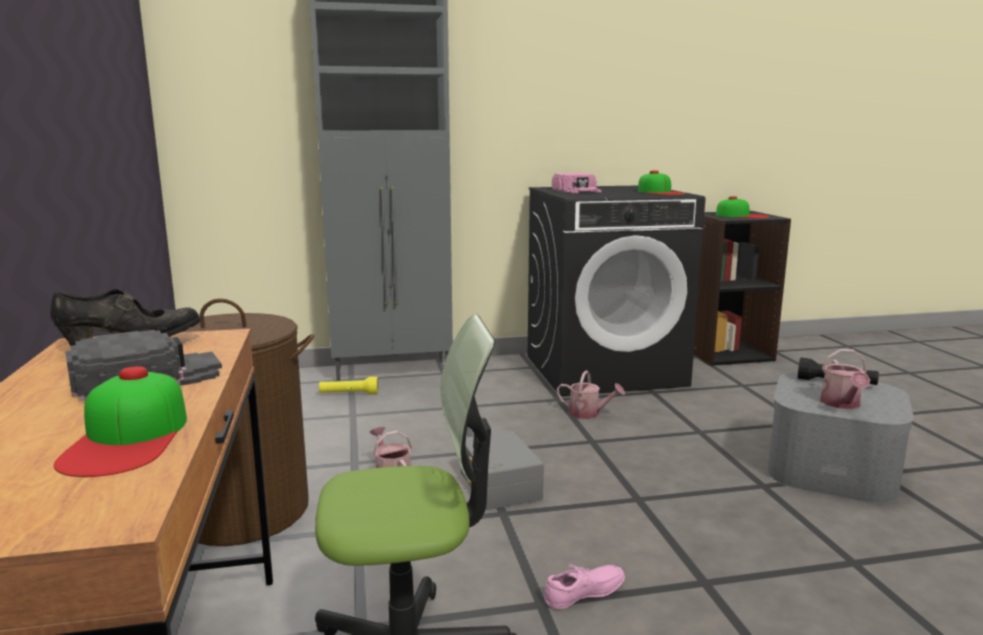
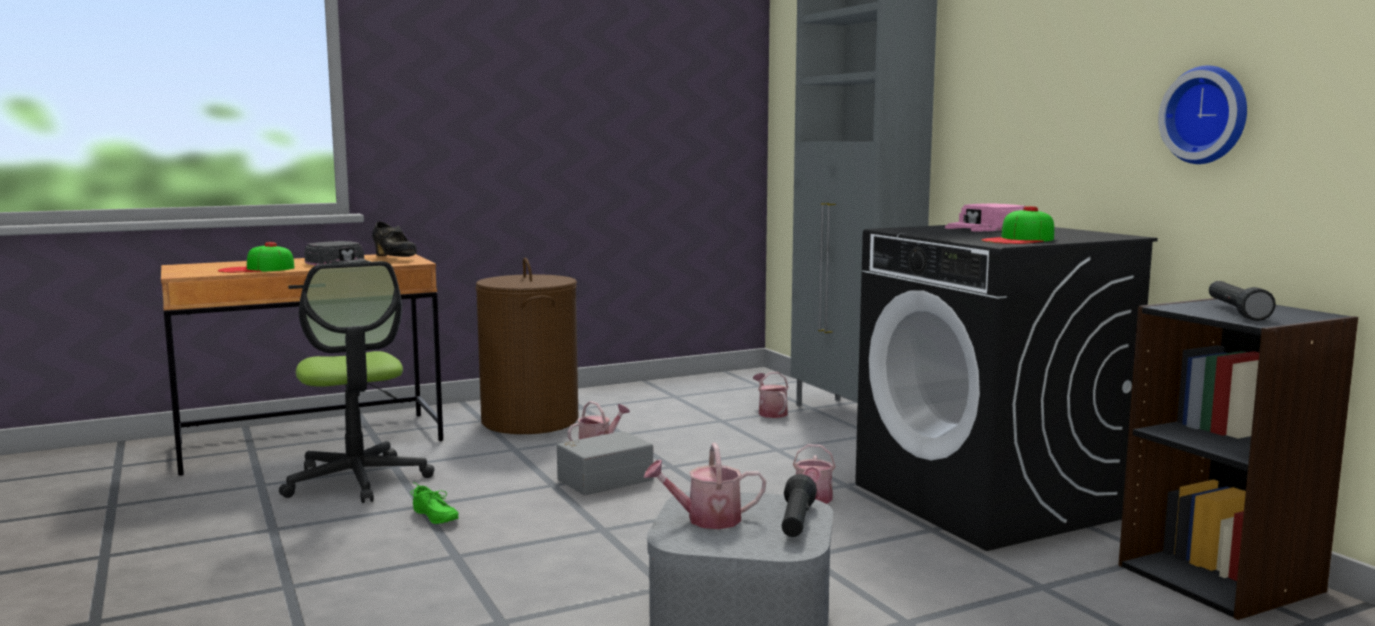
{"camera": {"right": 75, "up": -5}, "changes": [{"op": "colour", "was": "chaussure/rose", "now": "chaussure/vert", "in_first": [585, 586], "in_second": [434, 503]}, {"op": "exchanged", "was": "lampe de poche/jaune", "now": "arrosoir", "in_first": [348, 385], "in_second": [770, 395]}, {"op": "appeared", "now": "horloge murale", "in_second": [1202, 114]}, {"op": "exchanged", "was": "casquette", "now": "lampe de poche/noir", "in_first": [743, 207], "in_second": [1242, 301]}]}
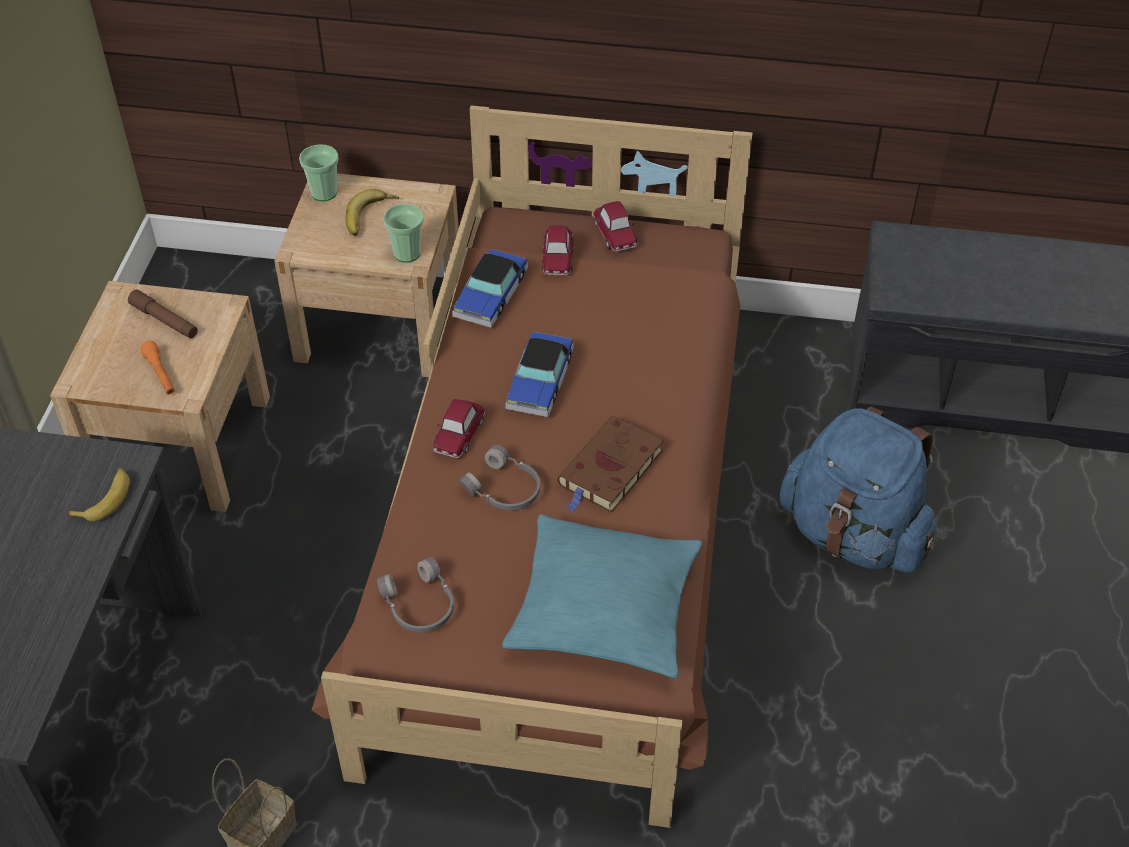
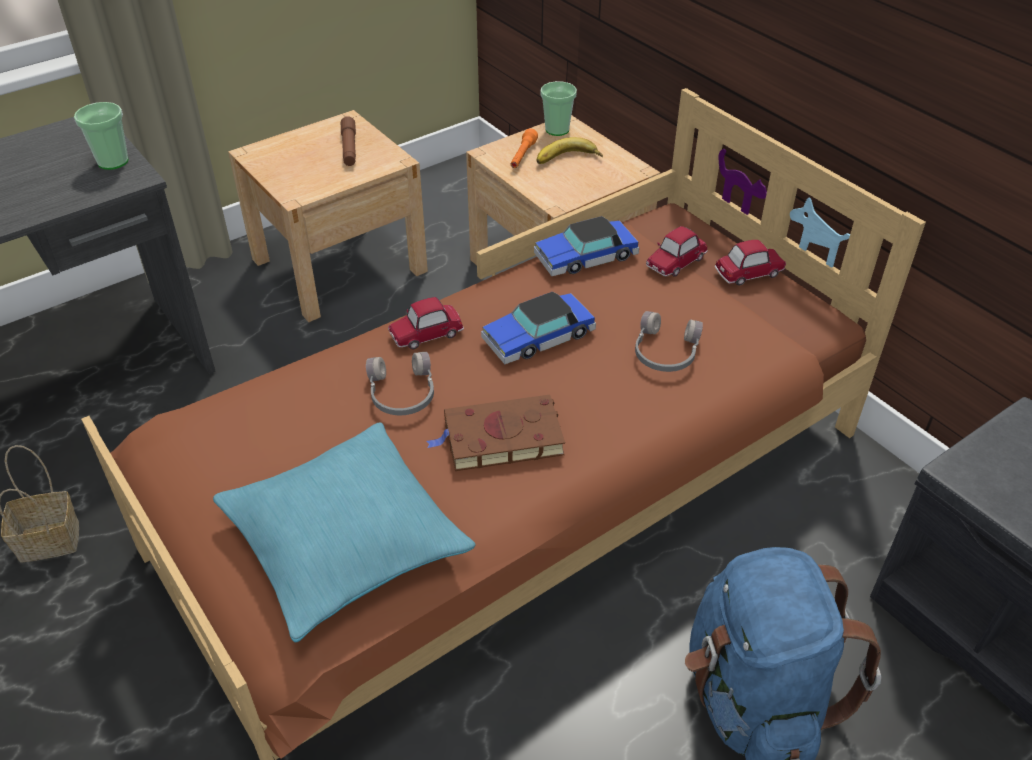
{"camera": {"right": 45, "up": -5}, "changes": [{"op": "relocated", "was": "tasse", "in_first": [403, 233], "in_second": [101, 136]}, {"op": "relocated", "was": "lampe de poche/orange", "in_first": [157, 368], "in_second": [524, 148]}, {"op": "relocated", "was": "casque audio/gris", "in_first": [415, 594], "in_second": [669, 341]}, {"op": "spun", "was": "petite voiture", "in_first": [615, 226], "in_second": [750, 262], "clockwise": -135}, {"op": "missing", "was": "banane", "in_first": [98, 495]}]}
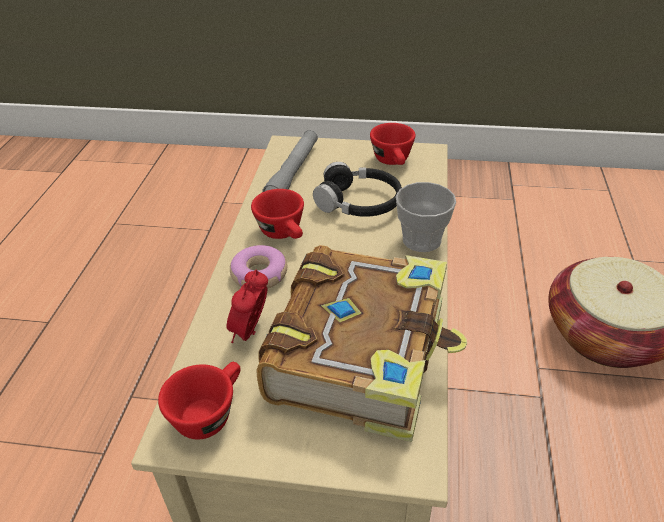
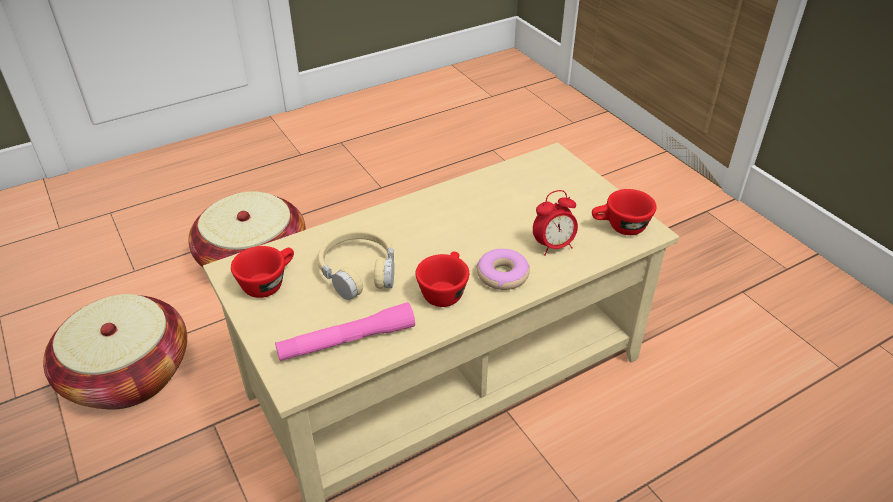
{"camera": {"right": -130, "up": 0}, "changes": [{"op": "appeared", "now": "panier", "in_second": [115, 352]}, {"op": "colour", "was": "lampe de poche/gris", "now": "lampe de poche/rose", "in_first": [290, 161], "in_second": [345, 331]}, {"op": "colour", "was": "casque audio/noir", "now": "casque audio/beige", "in_first": [357, 189], "in_second": [355, 264]}, {"op": "missing", "was": "livre", "in_first": [362, 343]}, {"op": "missing", "was": "tasse", "in_first": [426, 217]}]}
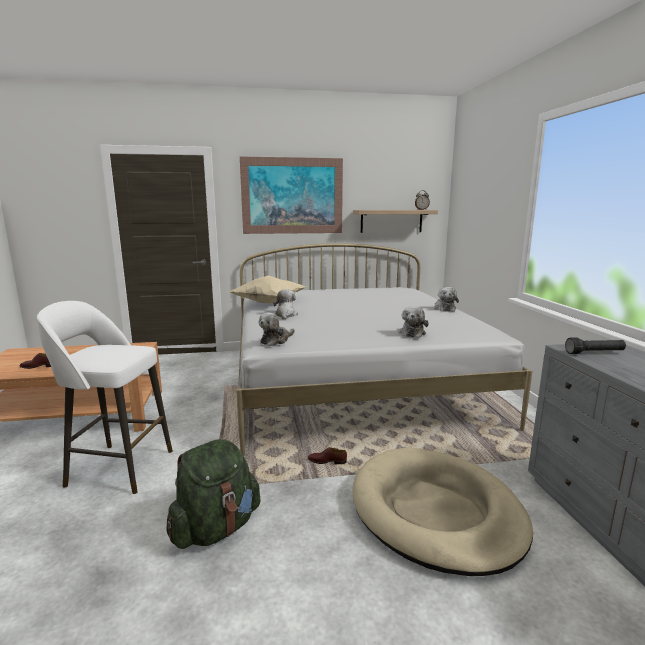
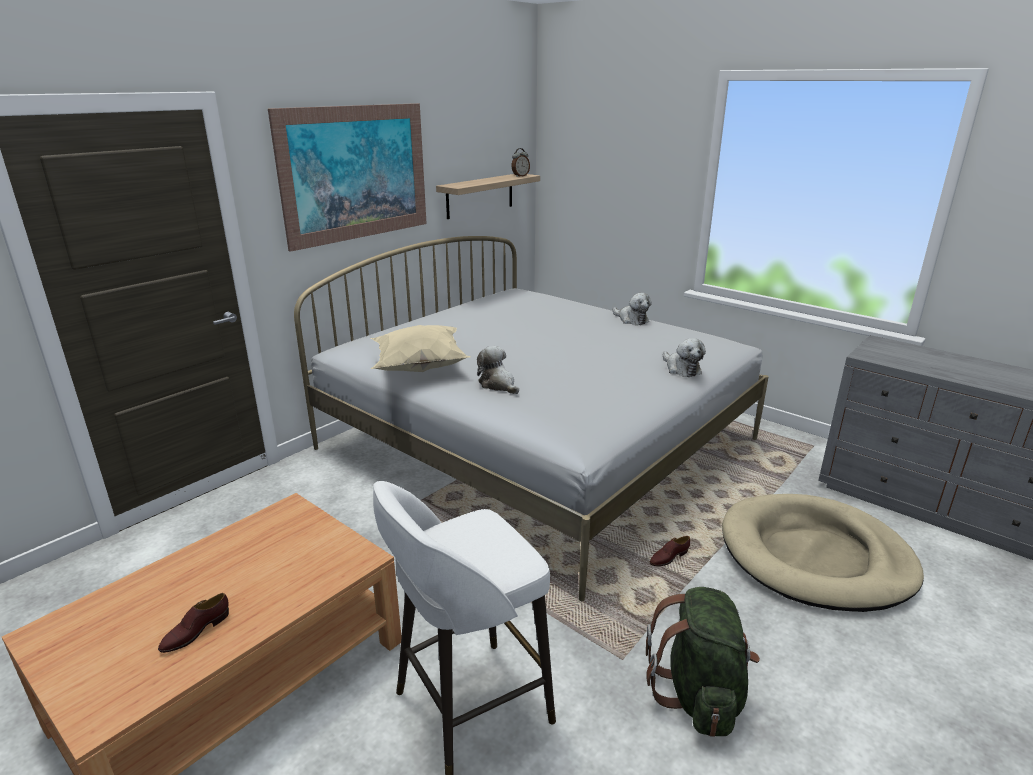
{"camera": {"right": -40, "up": 10}, "changes": [{"op": "missing", "was": "peluche", "in_first": [277, 329]}, {"op": "missing", "was": "lampe de poche/noir", "in_first": [595, 346]}]}
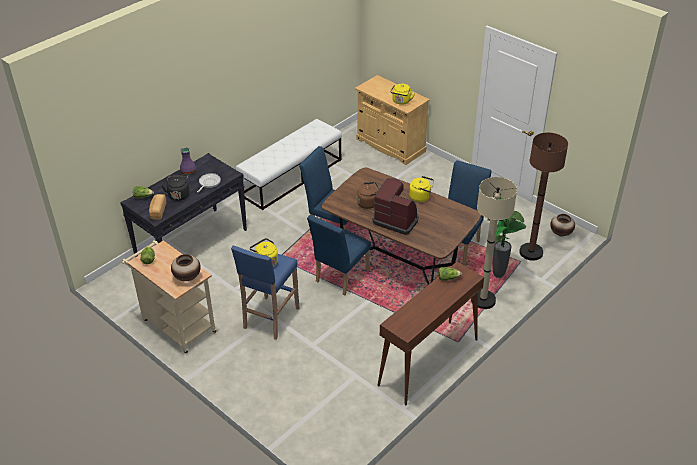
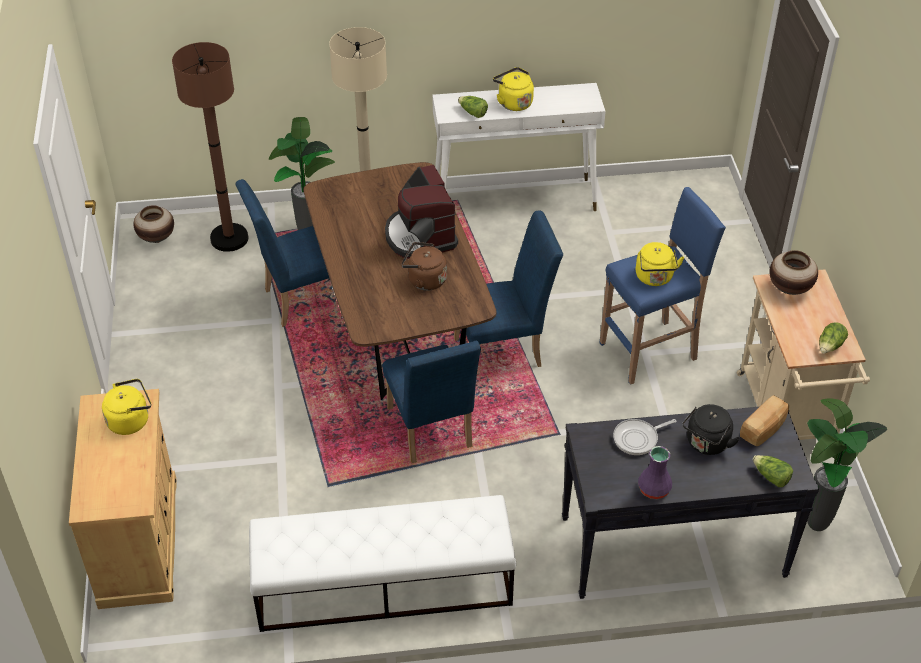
{"camera": {"right": -140, "up": 5}, "changes": [{"op": "colour", "was": "table console/marron", "now": "table console/blanc", "in_first": [430, 334], "in_second": [519, 147]}, {"op": "relocated", "was": "bouilloire/jaune", "in_first": [421, 189], "in_second": [513, 89]}, {"op": "appeared", "now": "plante en pot", "in_second": [847, 464]}]}
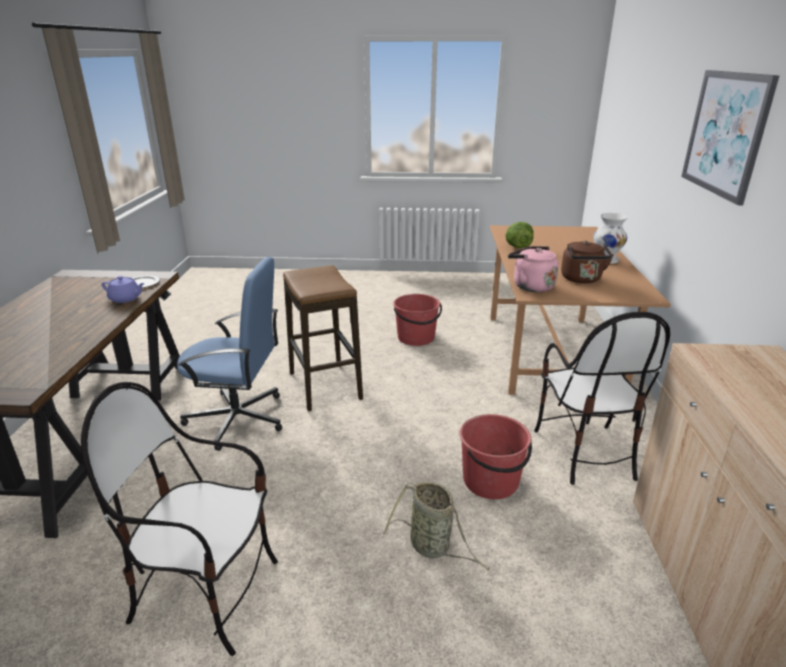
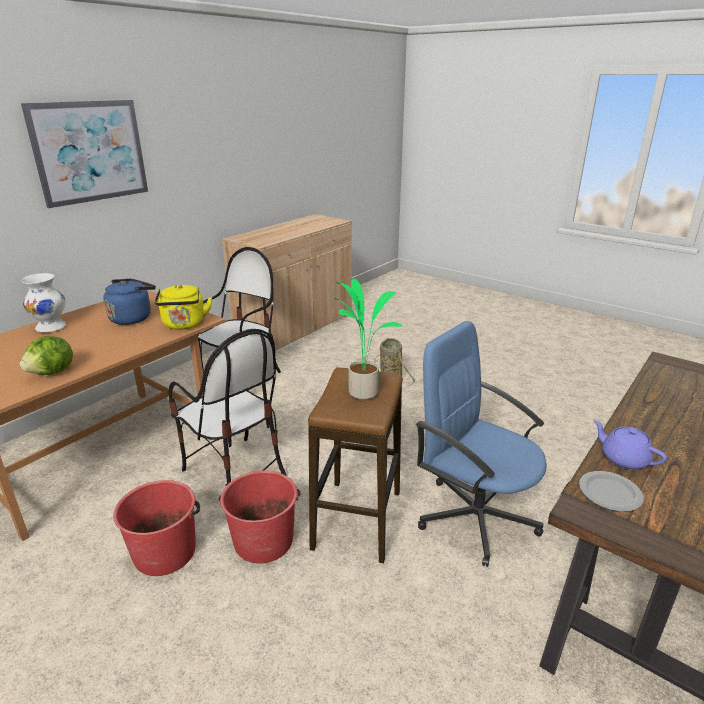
{"camera": {"right": -145, "up": 0}, "changes": [{"op": "colour", "was": "bouilloire/marron", "now": "bouilloire/bleu", "in_first": [587, 262], "in_second": [129, 302]}, {"op": "colour", "was": "bouilloire/rose", "now": "bouilloire/jaune", "in_first": [533, 269], "in_second": [183, 307]}, {"op": "relocated", "was": "chaise", "in_first": [179, 519], "in_second": [228, 407]}, {"op": "relocated", "was": "seau/rouge", "in_first": [496, 456], "in_second": [260, 517]}, {"op": "appeared", "now": "plante en pot", "in_second": [368, 339]}]}
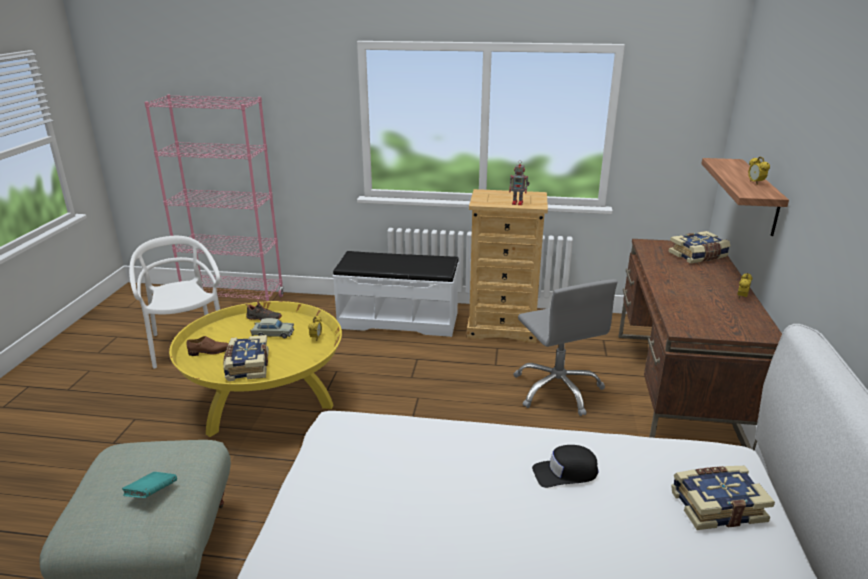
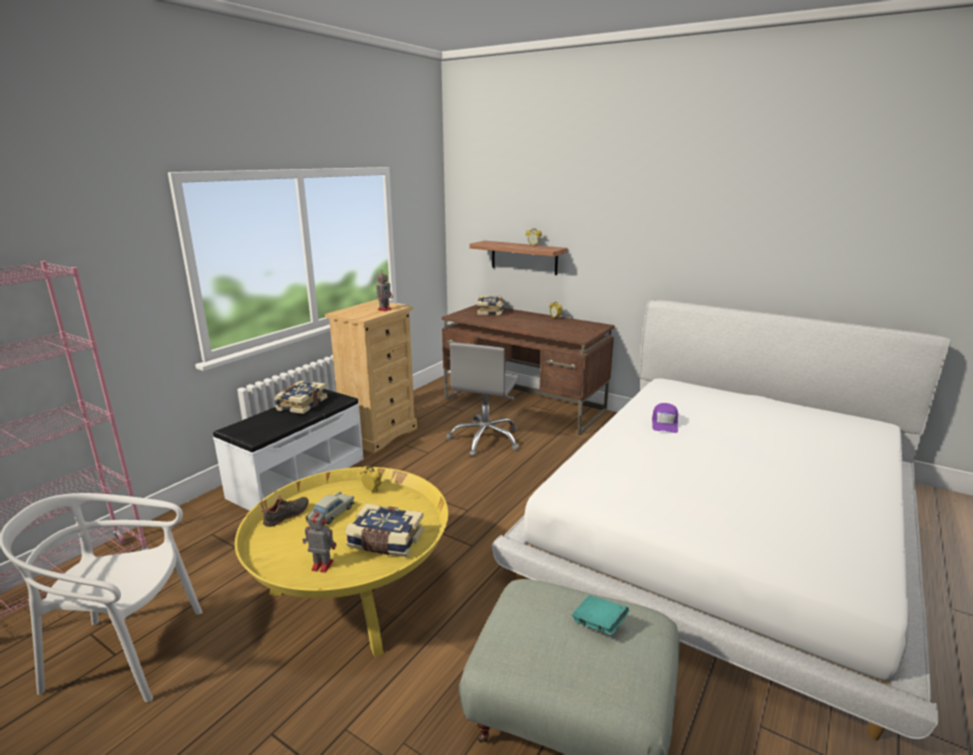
{"camera": {"right": -65, "up": -5}, "changes": [{"op": "relocated", "was": "livre", "in_first": [723, 498], "in_second": [300, 397]}, {"op": "exchanged", "was": "chaussure/marron", "now": "robot jouet", "in_first": [208, 346], "in_second": [319, 540]}, {"op": "spun", "was": "chaise de bureau/gris", "in_first": [565, 347], "in_second": [482, 400], "clockwise": 105}, {"op": "colour", "was": "casquette/noir", "now": "casquette/violet", "in_first": [565, 466], "in_second": [665, 418]}]}
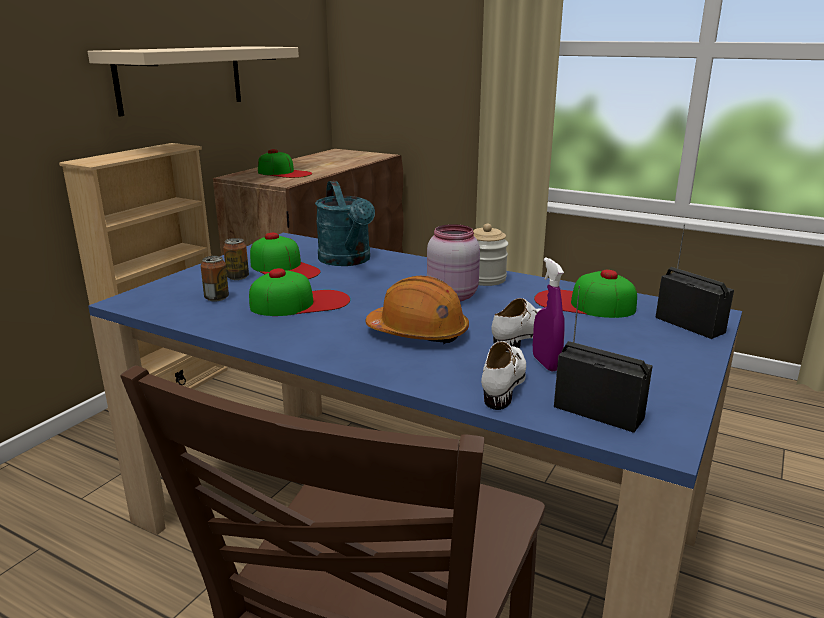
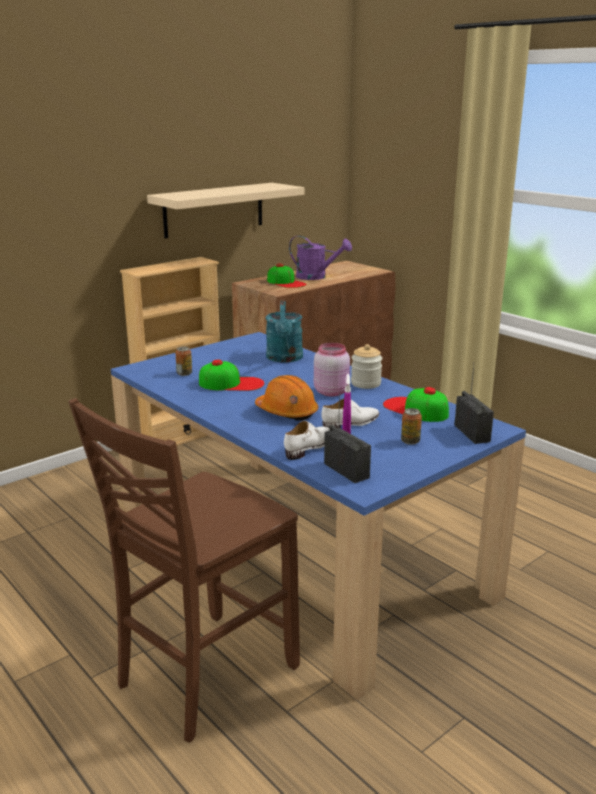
{"camera": {"right": 20, "up": 0}, "changes": [{"op": "appeared", "now": "arrosoir/violet", "in_second": [320, 258]}, {"op": "relocated", "was": "boîte métallique", "in_first": [236, 259], "in_second": [411, 426]}, {"op": "missing", "was": "casquette", "in_first": [285, 256]}]}
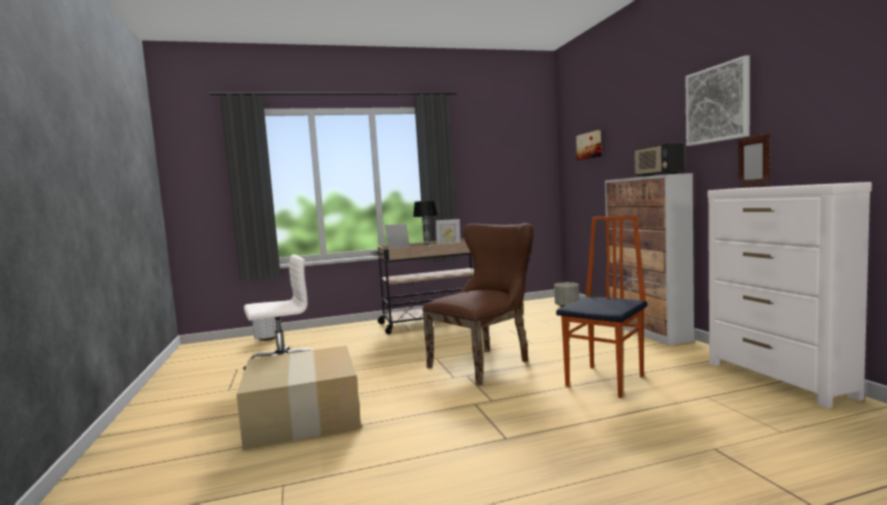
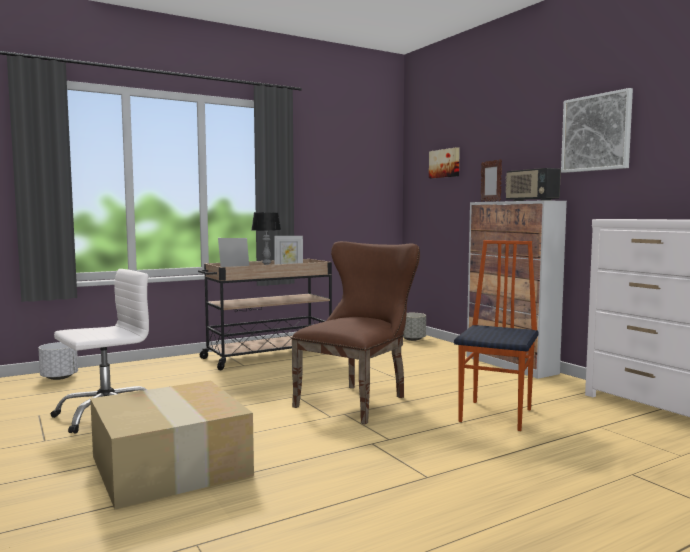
{"camera": {"right": -15, "up": 0}, "changes": [{"op": "relocated", "was": "cadre photo", "in_first": [753, 160], "in_second": [491, 180]}]}
